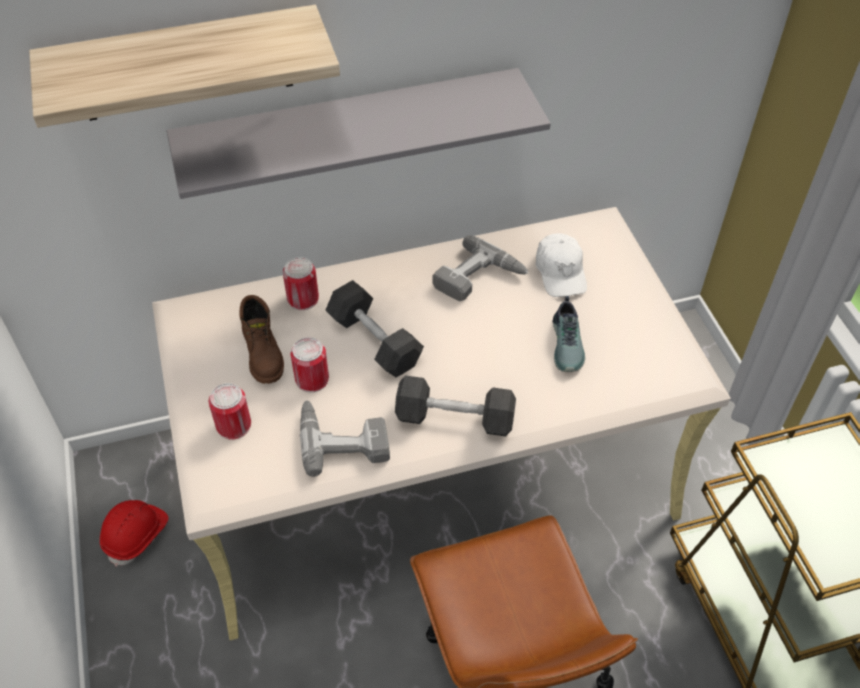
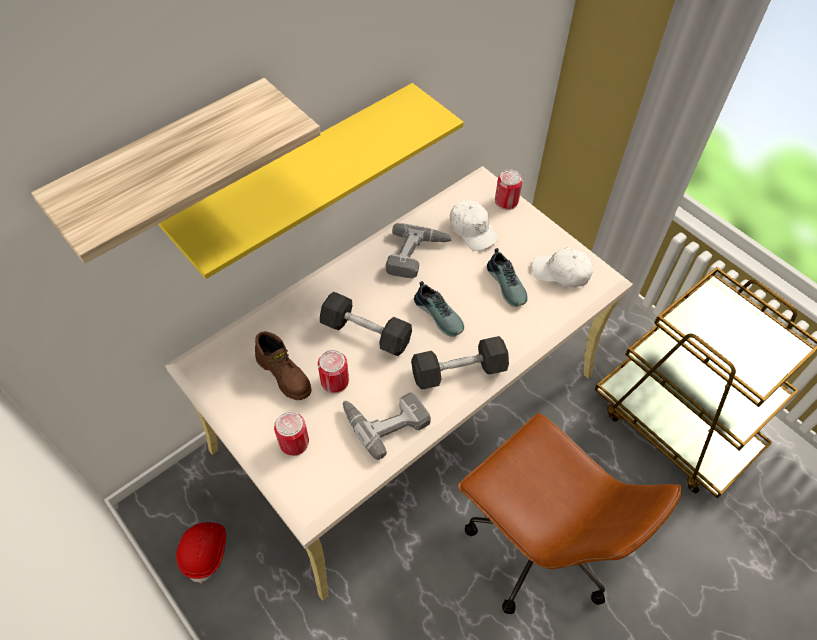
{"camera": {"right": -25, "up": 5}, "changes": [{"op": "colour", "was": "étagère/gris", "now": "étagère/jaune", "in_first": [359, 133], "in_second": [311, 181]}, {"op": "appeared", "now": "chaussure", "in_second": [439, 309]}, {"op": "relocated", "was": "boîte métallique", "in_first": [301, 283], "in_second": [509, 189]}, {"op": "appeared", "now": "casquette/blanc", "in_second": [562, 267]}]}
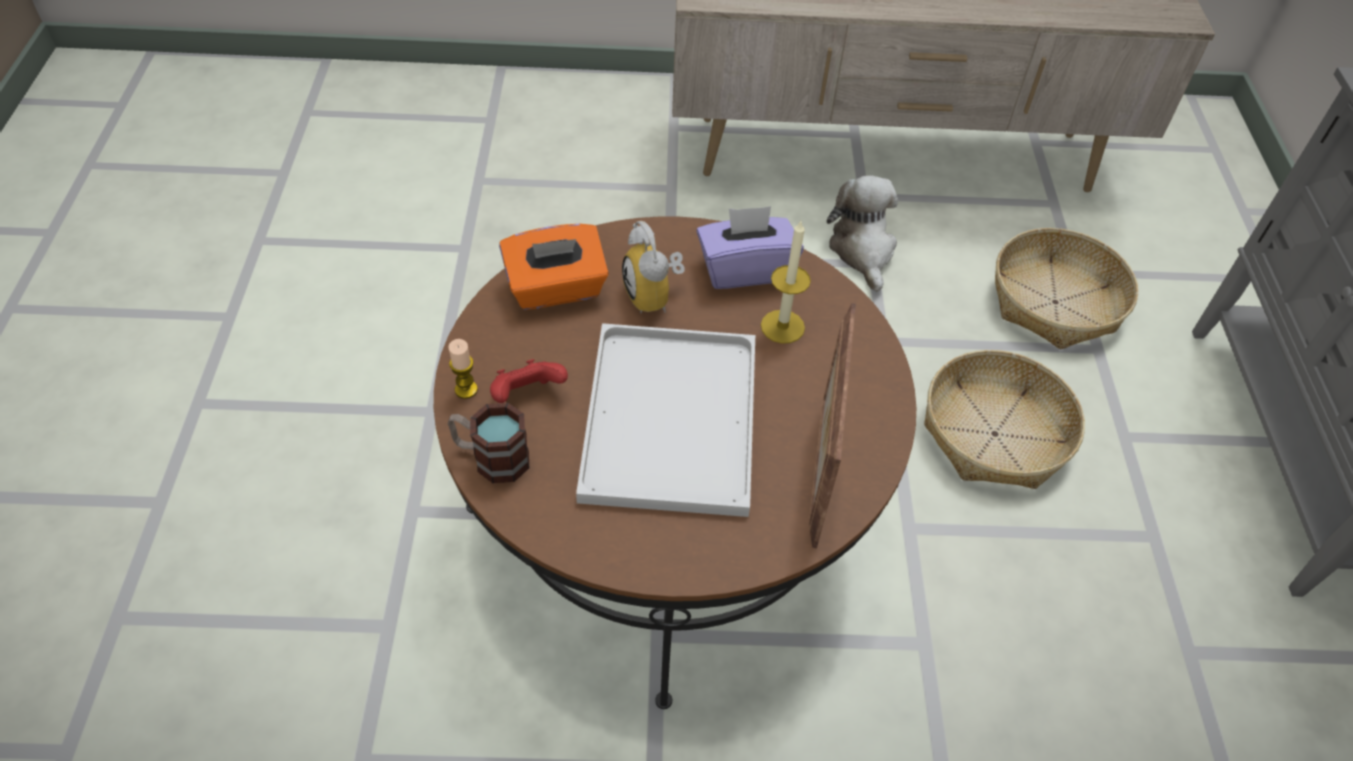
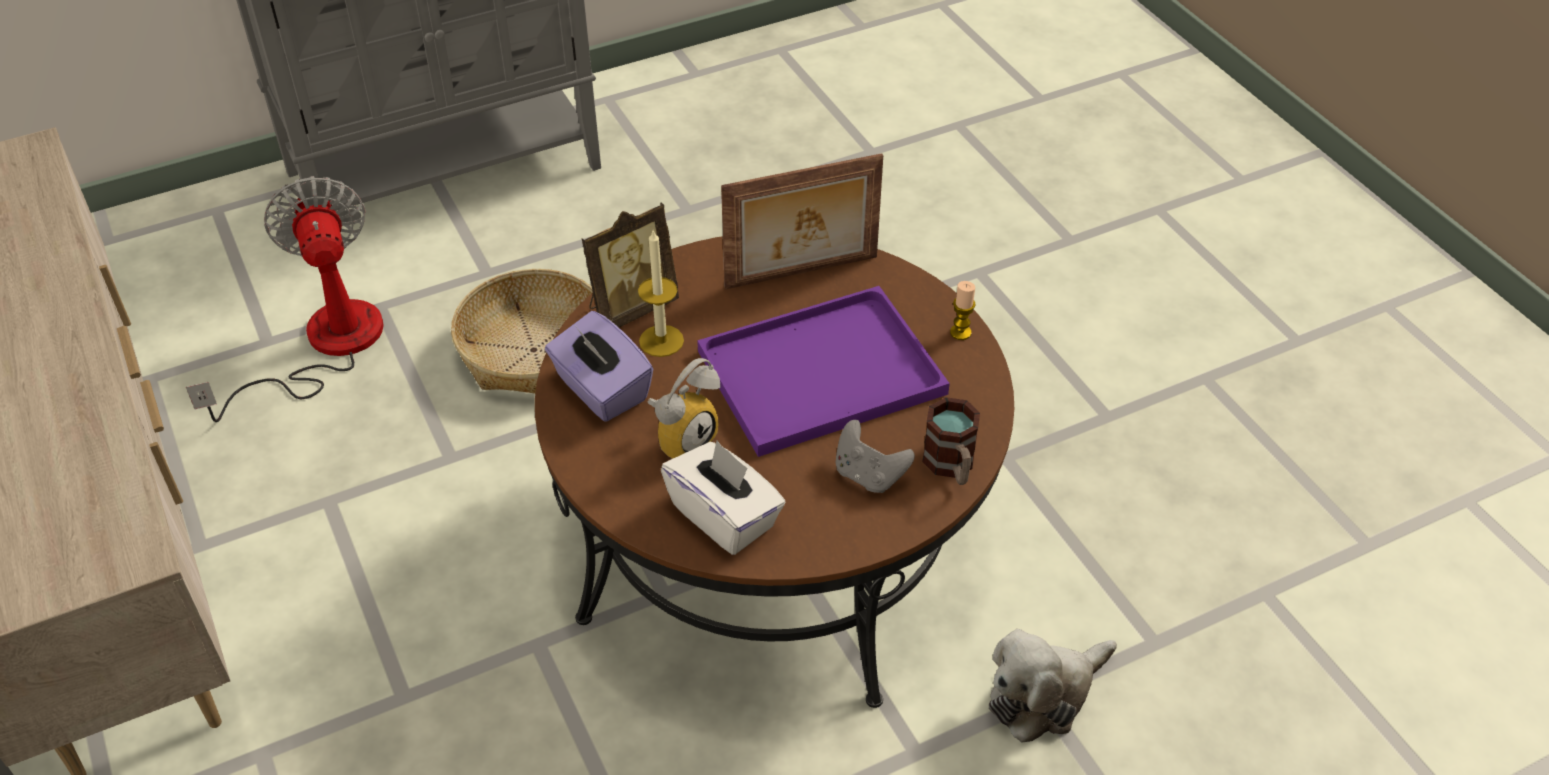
{"camera": {"right": -115, "up": -5}, "changes": [{"op": "exchanged", "was": "panier", "now": "ventilateur", "in_first": [1066, 288], "in_second": [285, 299]}, {"op": "appeared", "now": "cadre photo", "in_second": [630, 265]}, {"op": "colour", "was": "boîte à mouchoirs/orange", "now": "boîte à mouchoirs/blanc", "in_first": [554, 267], "in_second": [723, 497]}, {"op": "colour", "was": "plateau/blanc", "now": "plateau/violet", "in_first": [665, 420], "in_second": [823, 371]}, {"op": "colour", "was": "manette/rouge", "now": "manette/gris", "in_first": [529, 381], "in_second": [875, 456]}, {"op": "relocated", "was": "bougie", "in_first": [463, 369], "in_second": [962, 310]}, {"op": "relocated", "was": "peluche", "in_first": [862, 233], "in_second": [1053, 686]}]}
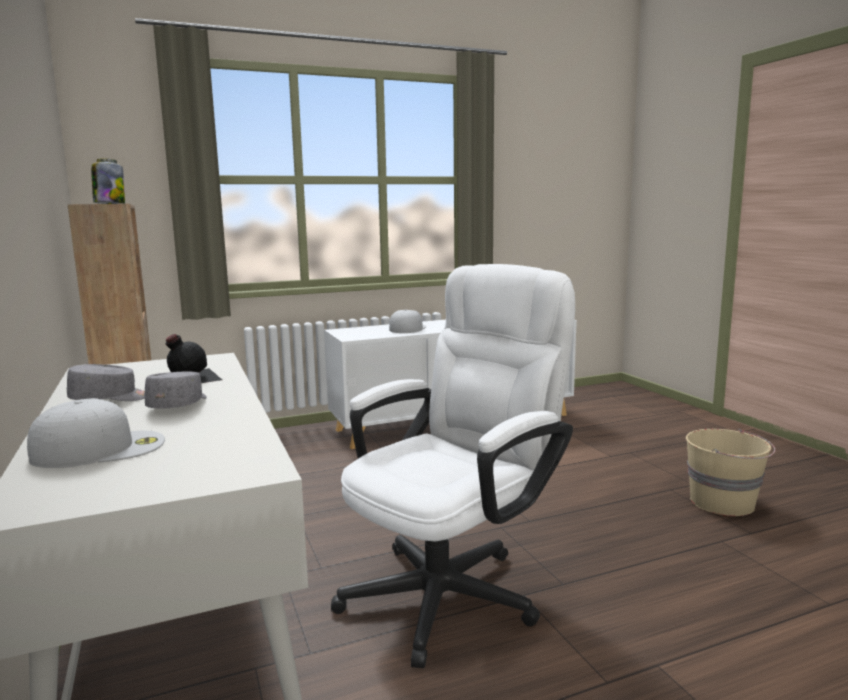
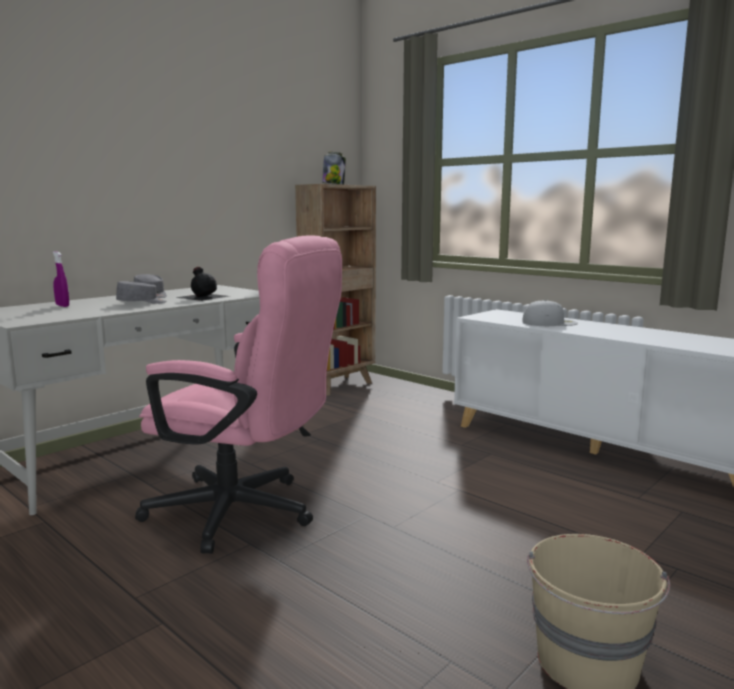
{"camera": {"right": 65, "up": 0}, "changes": [{"op": "exchanged", "was": "casquette/blanc", "now": "vaporisateur/violet", "in_first": [96, 433], "in_second": [61, 279]}, {"op": "colour", "was": "chaise de bureau/blanc", "now": "chaise de bureau/rose", "in_first": [453, 466], "in_second": [238, 394]}]}
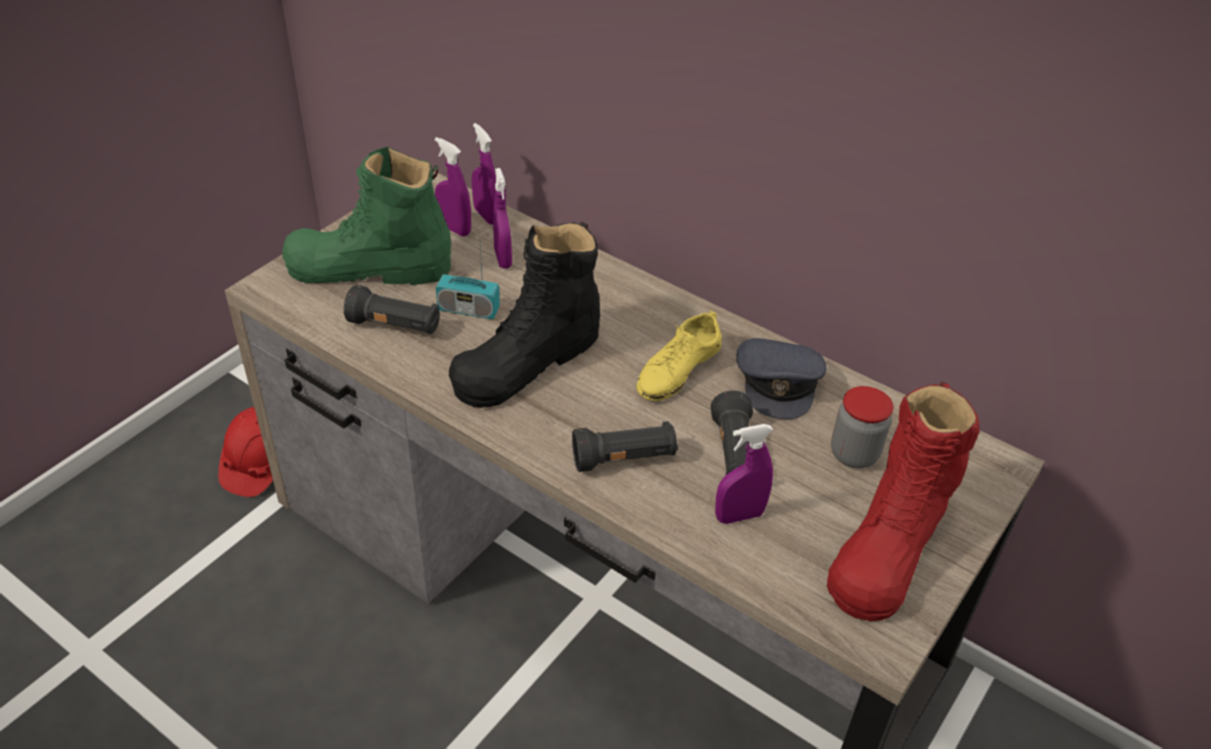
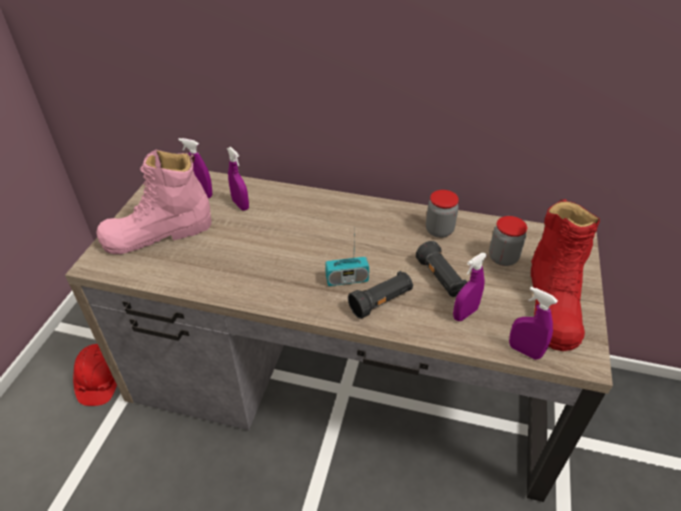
{"camera": {"right": -20, "up": 0}, "changes": [{"op": "colour", "was": "botte/vert", "now": "botte/rose", "in_first": [367, 215], "in_second": [154, 201]}, {"op": "relocated", "was": "radio", "in_first": [468, 276], "in_second": [347, 257]}, {"op": "exchanged", "was": "casquette/gris", "now": "bocal", "in_first": [781, 378], "in_second": [442, 214]}, {"op": "relocated", "was": "vaporisateur/violet", "in_first": [484, 174], "in_second": [533, 323]}, {"op": "missing", "was": "lampe de poche/noir", "in_first": [392, 309]}, {"op": "missing", "was": "botte/noir", "in_first": [524, 315]}, {"op": "missing", "was": "chaussure/jaune", "in_first": [679, 355]}]}
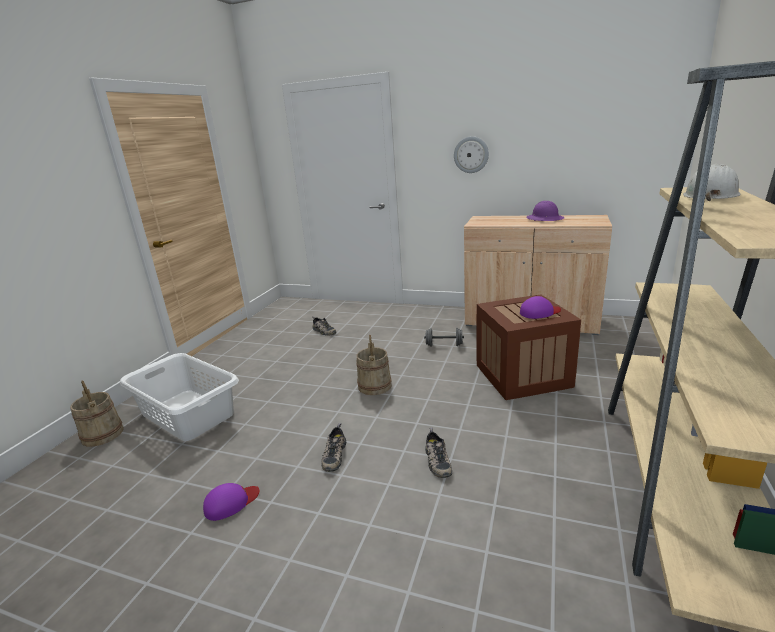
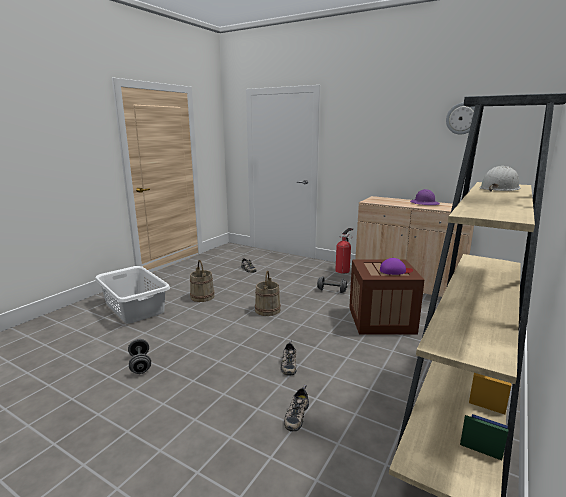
{"camera": {"right": 10, "up": -5}, "changes": [{"op": "exchanged", "was": "casquette/violet", "now": "haltère/gris", "in_first": [231, 502], "in_second": [139, 356]}, {"op": "relocated", "was": "seau/beige", "in_first": [97, 413], "in_second": [202, 281]}, {"op": "relocated", "was": "chaussure", "in_first": [333, 447], "in_second": [296, 408]}, {"op": "appeared", "now": "extincteur", "in_second": [344, 251]}, {"op": "relocated", "was": "horloge murale", "in_first": [471, 154], "in_second": [460, 118]}]}
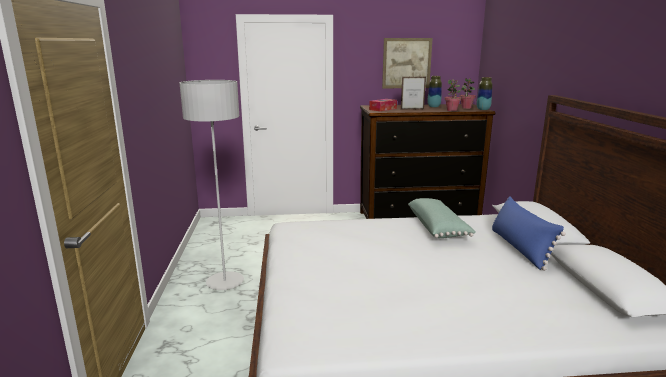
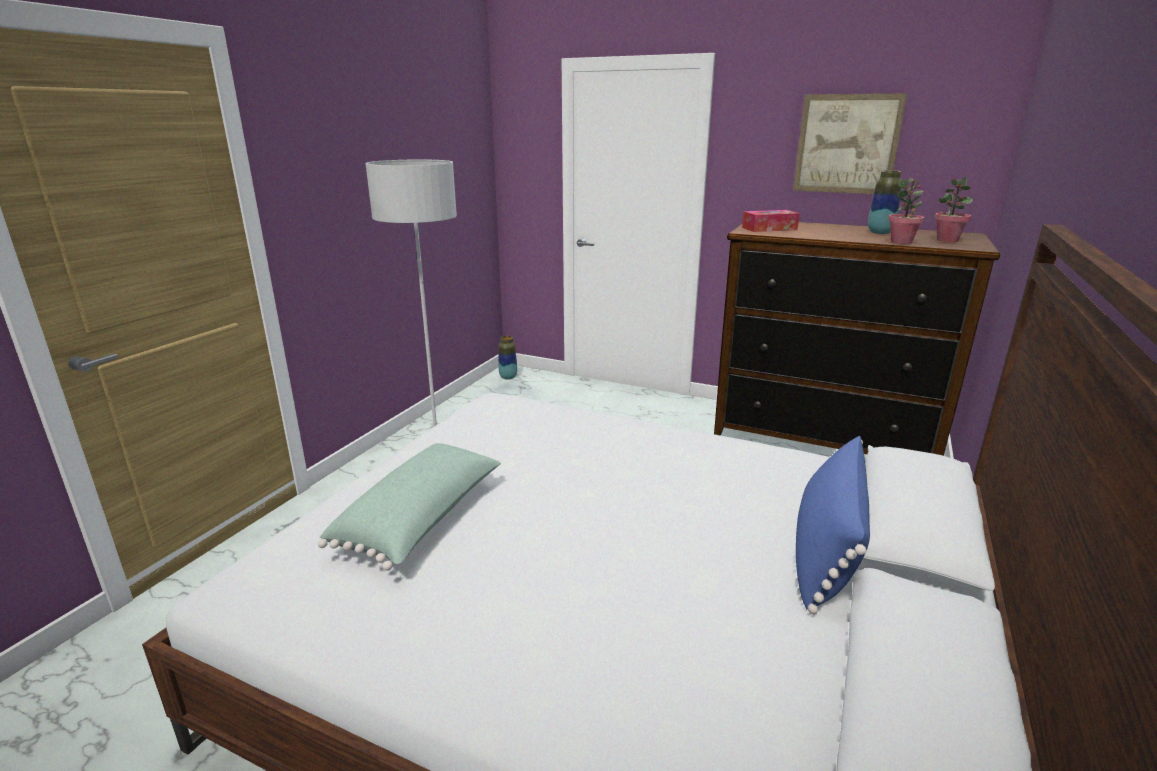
{"camera": {"right": 30, "up": 5}, "changes": [{"op": "relocated", "was": "coussin/vert", "in_first": [442, 218], "in_second": [409, 507]}, {"op": "relocated", "was": "vase", "in_first": [484, 93], "in_second": [507, 358]}, {"op": "missing", "was": "cadre photo", "in_first": [413, 93]}]}
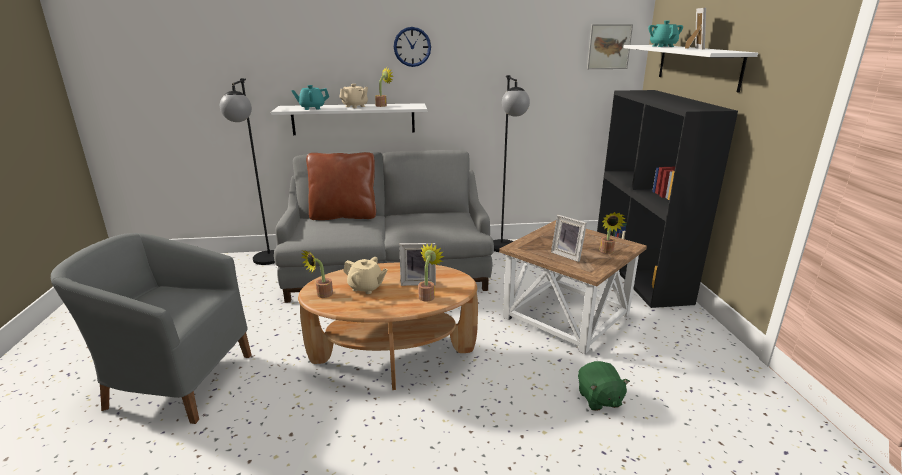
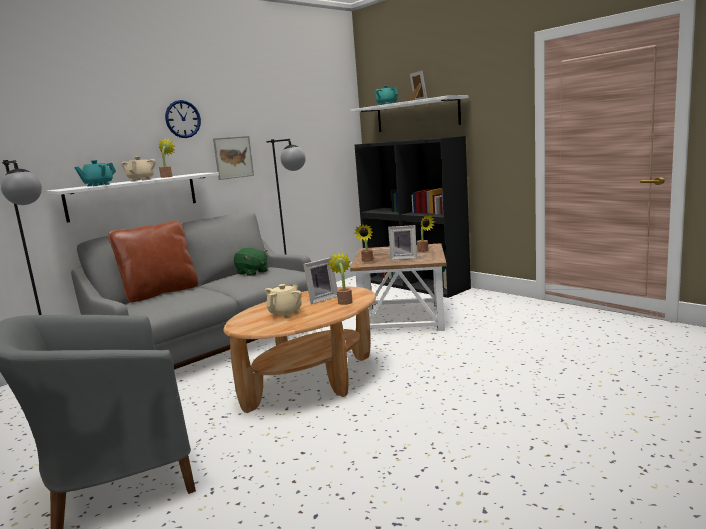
{"camera": {"right": -35, "up": -10}, "changes": [{"op": "relocated", "was": "tableau", "in_first": [610, 46], "in_second": [233, 158]}, {"op": "relocated", "was": "peluche/vert", "in_first": [604, 386], "in_second": [251, 262]}, {"op": "spun", "was": "théière/beige", "in_first": [365, 275], "in_second": [283, 301], "clockwise": -45}, {"op": "relocated", "was": "plante en pot", "in_first": [317, 274], "in_second": [363, 243]}]}
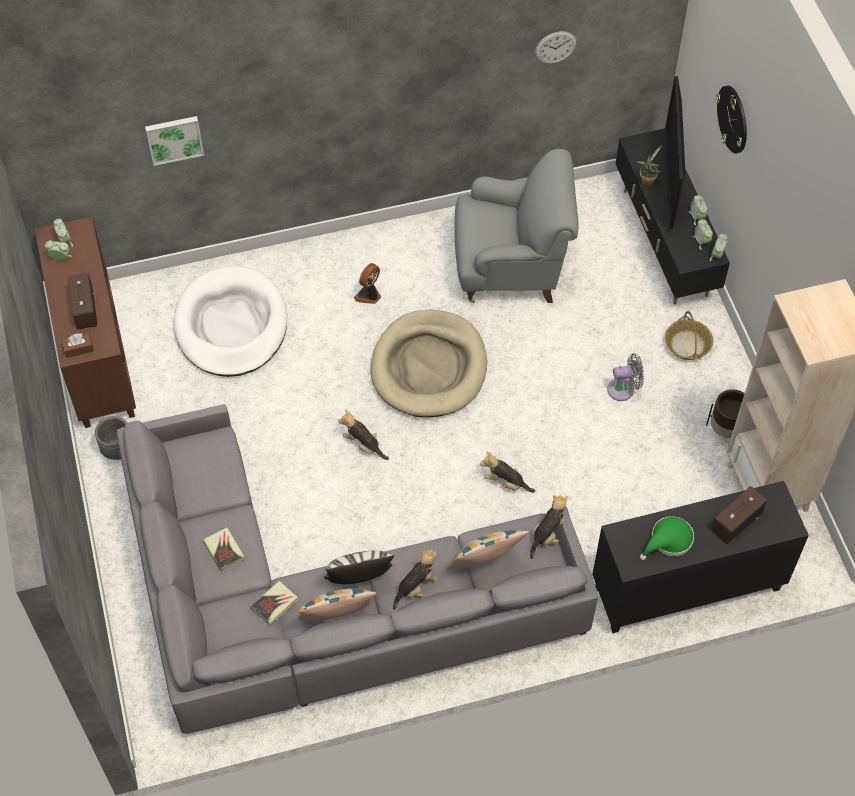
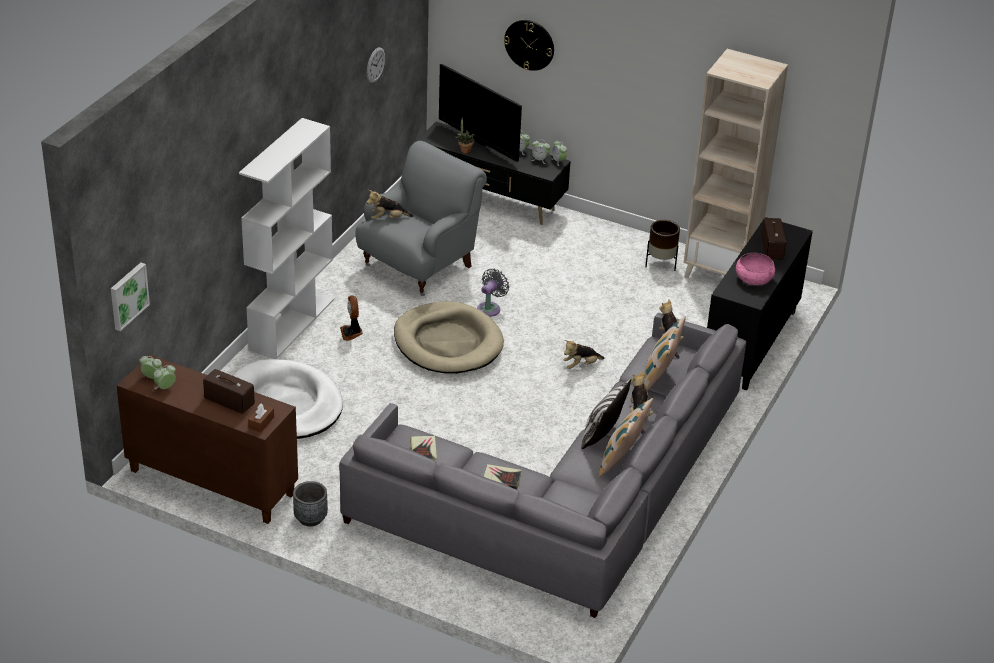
{"camera": {"right": -50, "up": -20}, "changes": [{"op": "relocated", "was": "tableau", "in_first": [174, 141], "in_second": [130, 297]}, {"op": "appeared", "now": "bibliothèque/blanc", "in_second": [286, 238]}, {"op": "relocated", "was": "peluche", "in_first": [363, 435], "in_second": [390, 204]}, {"op": "relocated", "was": "livre", "in_first": [274, 603], "in_second": [423, 449]}, {"op": "relocated", "was": "ventilateur/gris", "in_first": [625, 377], "in_second": [493, 293]}, {"op": "exchanged", "was": "chapeau/vert", "now": "bol/rose", "in_first": [667, 538], "in_second": [755, 269]}, {"op": "missing", "was": "panier", "in_first": [689, 335]}]}
